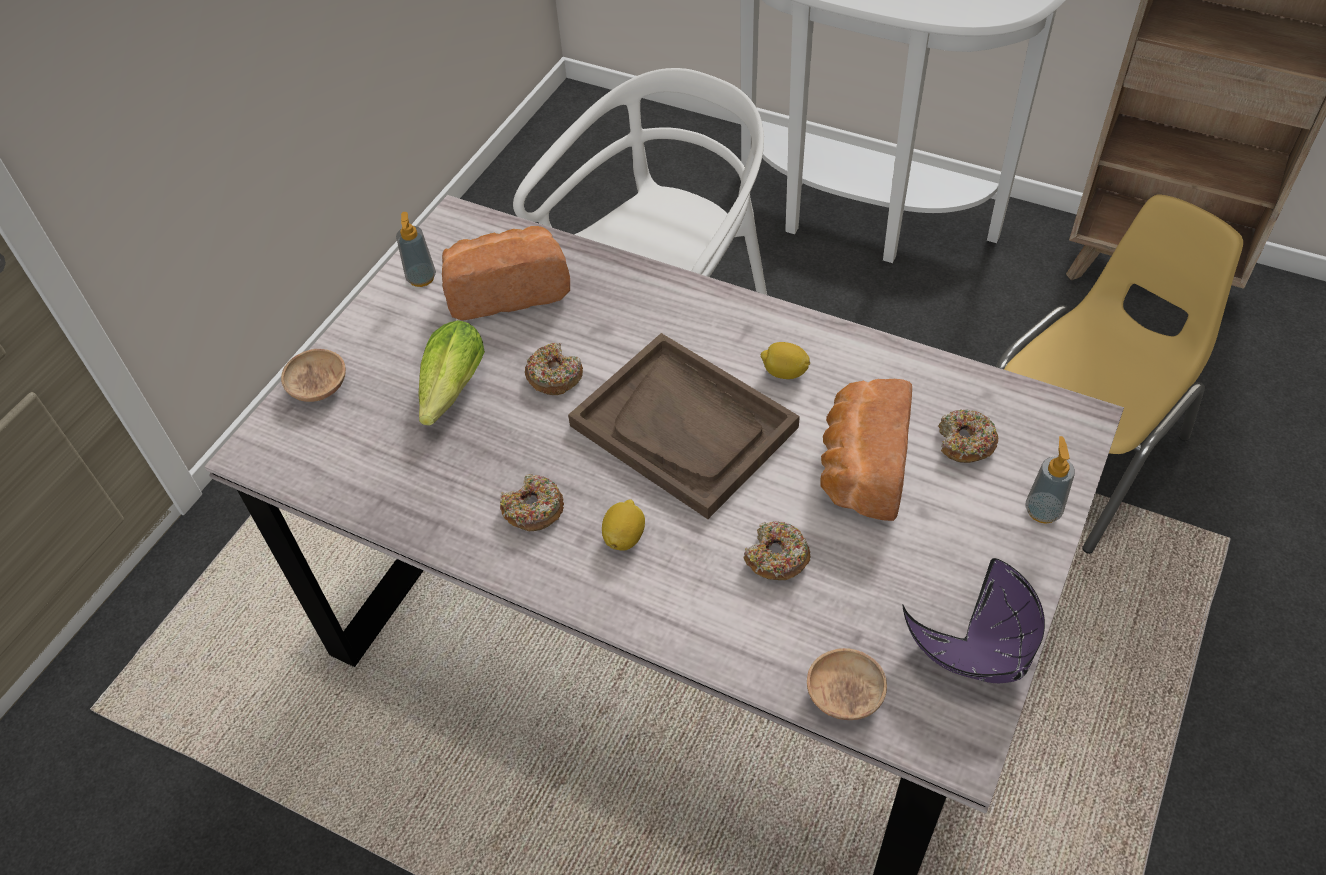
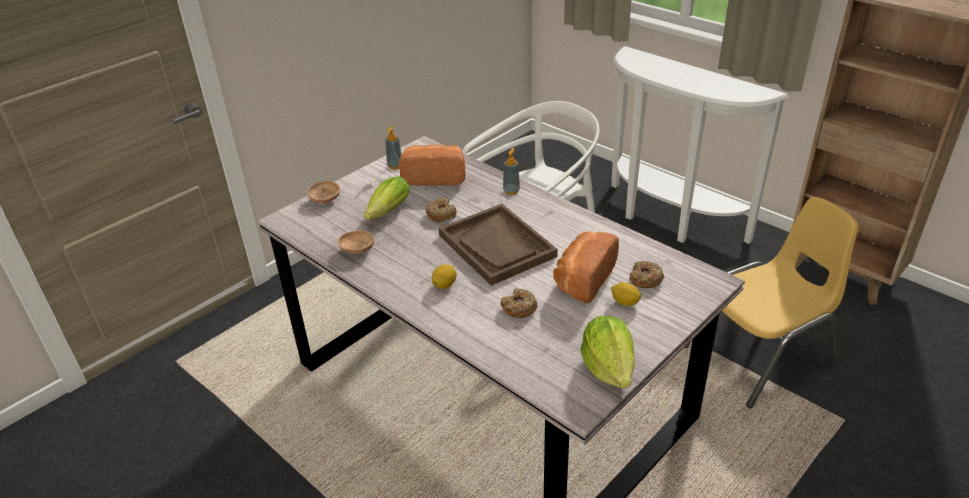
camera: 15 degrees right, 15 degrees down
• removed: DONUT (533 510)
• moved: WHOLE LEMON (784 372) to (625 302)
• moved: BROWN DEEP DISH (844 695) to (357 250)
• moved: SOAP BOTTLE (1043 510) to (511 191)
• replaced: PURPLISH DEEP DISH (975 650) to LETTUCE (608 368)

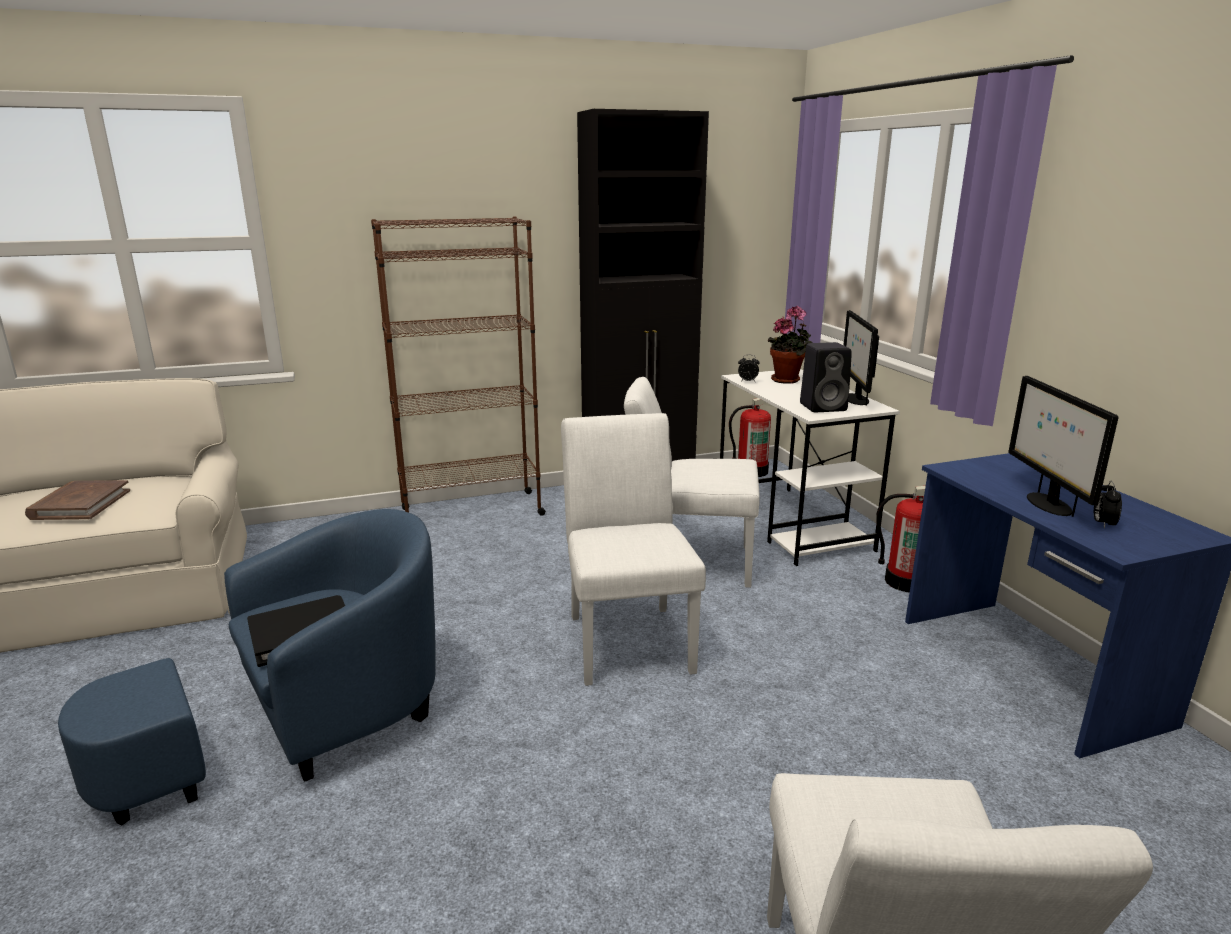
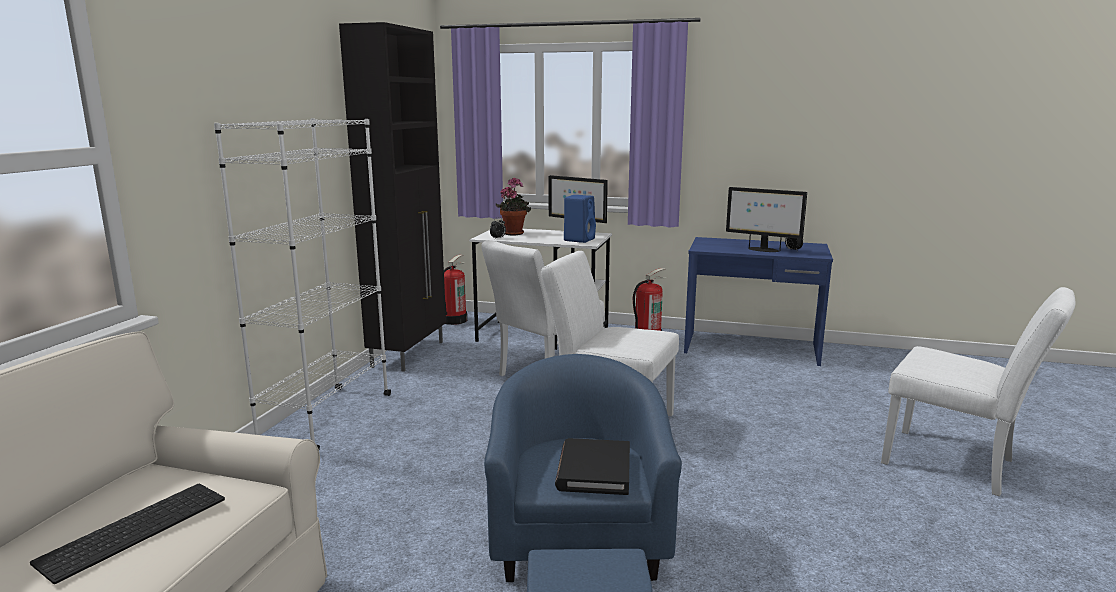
camera: 55 degrees left, 5 degrees down
• replaced: BROWN BOOK (80 504) to KEYBOARD (135 528)
• recoloured: BROWN SHELVING UNIT (471 512) to WHITE SHELVING UNIT (327 418)
• recoloured: BLACKISH AUDIO SPEAKER (824 407) to BLUE-COLOURED AUDIO SPEAKER (579 239)

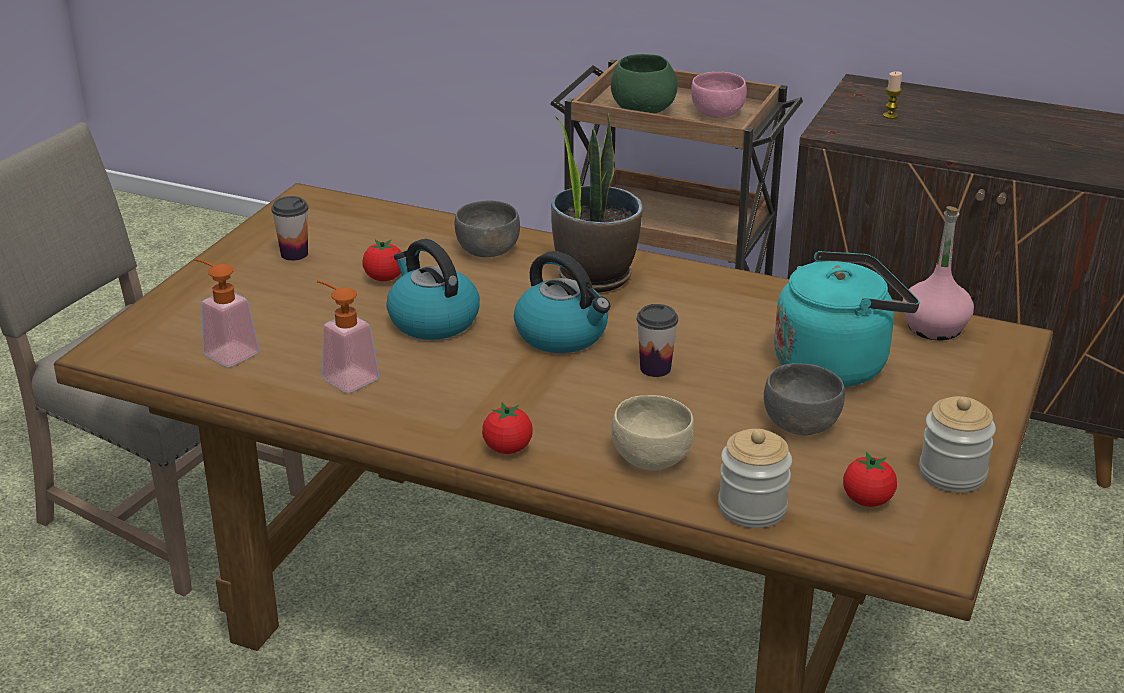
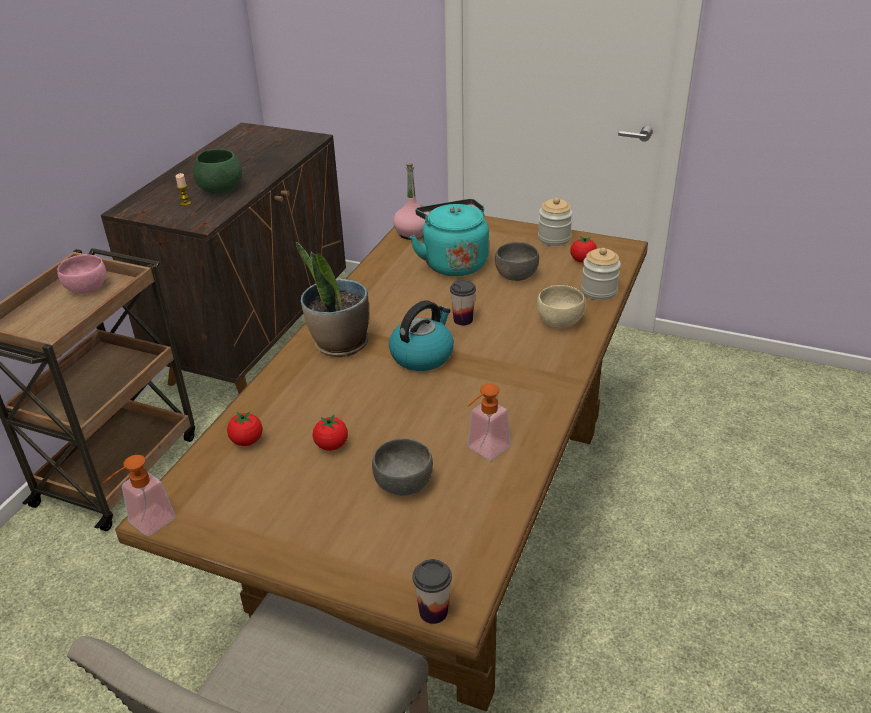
camera: 90 degrees left, 5 degrees up
• removed: TEA KETTLE (432 320)
• moved: SOAP BOTTLE (225 351) to (145 525)
• moved: DRINKING CUP (294 254) to (433 611)
• moved: GREYISH DEEP DISH (488 250) to (404 483)
• moved: TOMATO (507 449) to (247 441)
• moved: GREEN DEEP DISH (642 110) to (220 189)

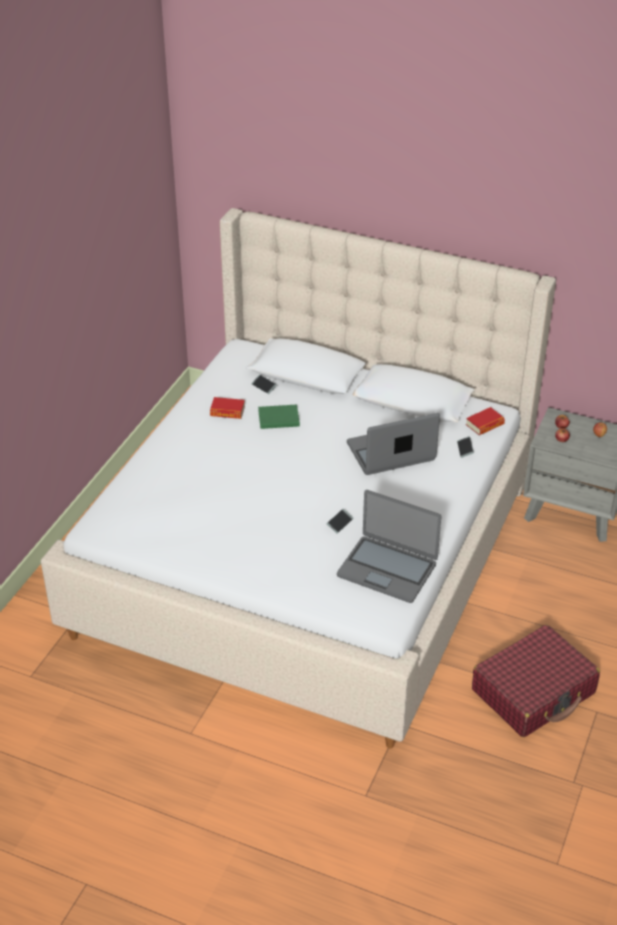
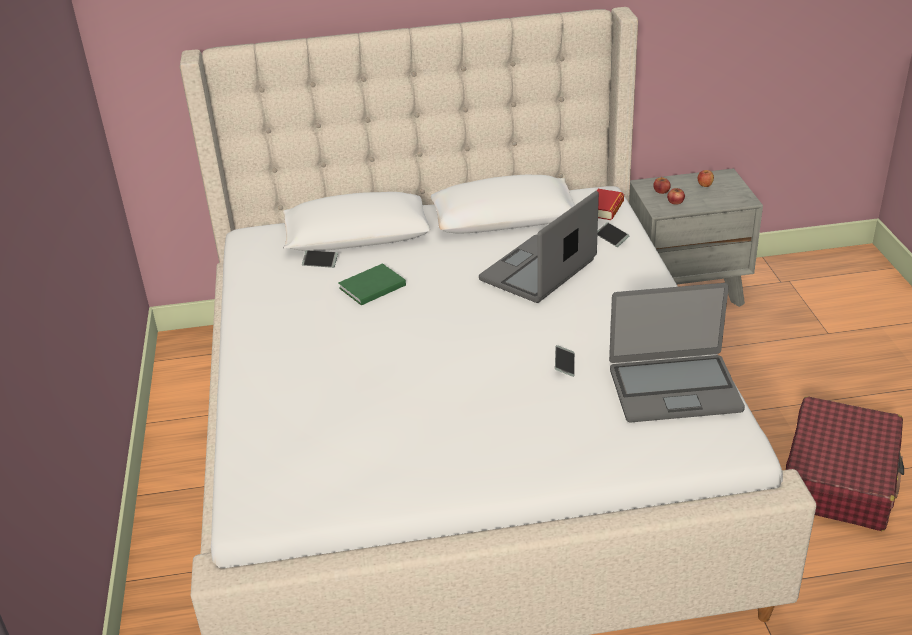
camera: 30 degrees left, 5 degrees down
• removed: BOOK (227 411)

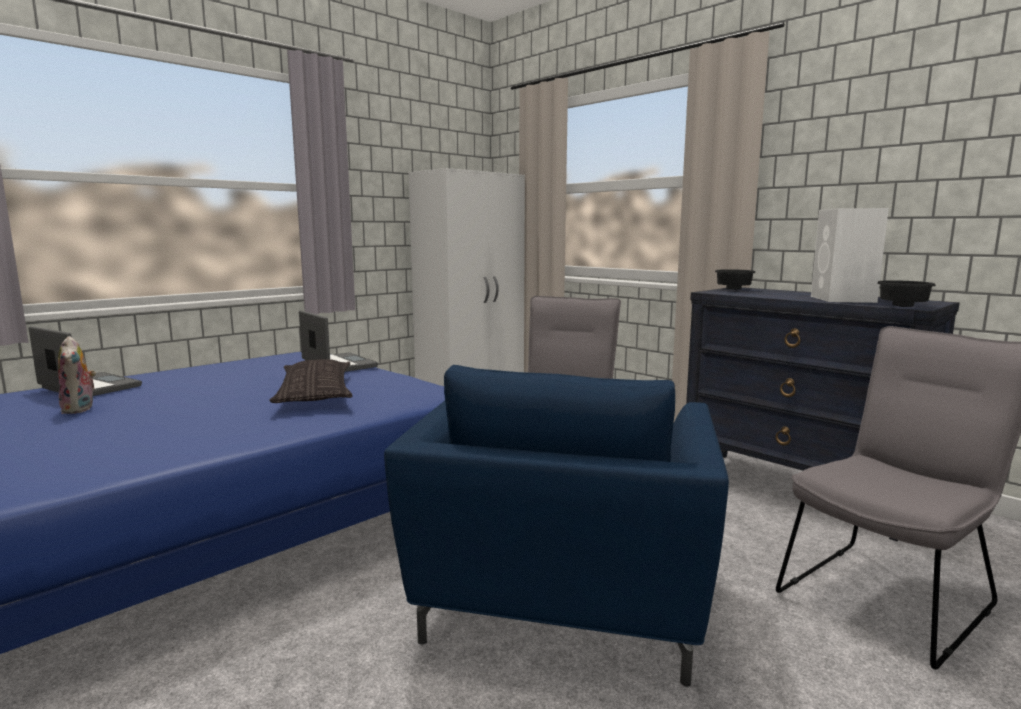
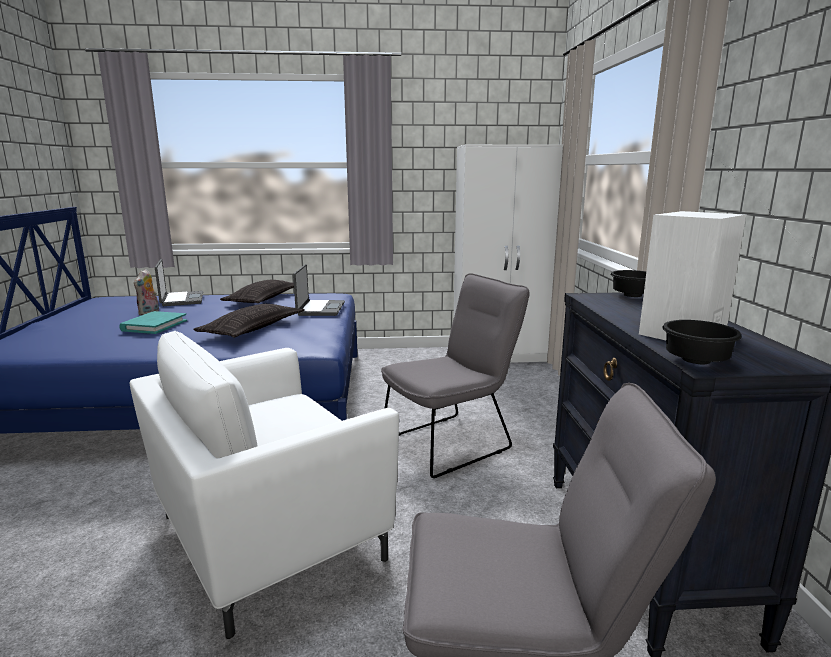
camera: 40 degrees right, 5 degrees up
• added: TURQUOISE-COLOURED BOOK (154 325)
• added: PILLOW (263 298)
• recoloured: BLUE-COLOURED LOUNGE CHAIR (559 605) to WHITE LOUNGE CHAIR (265 537)

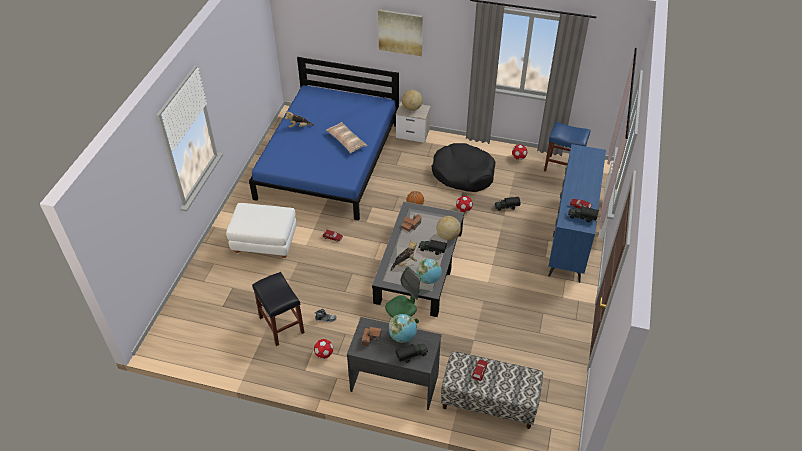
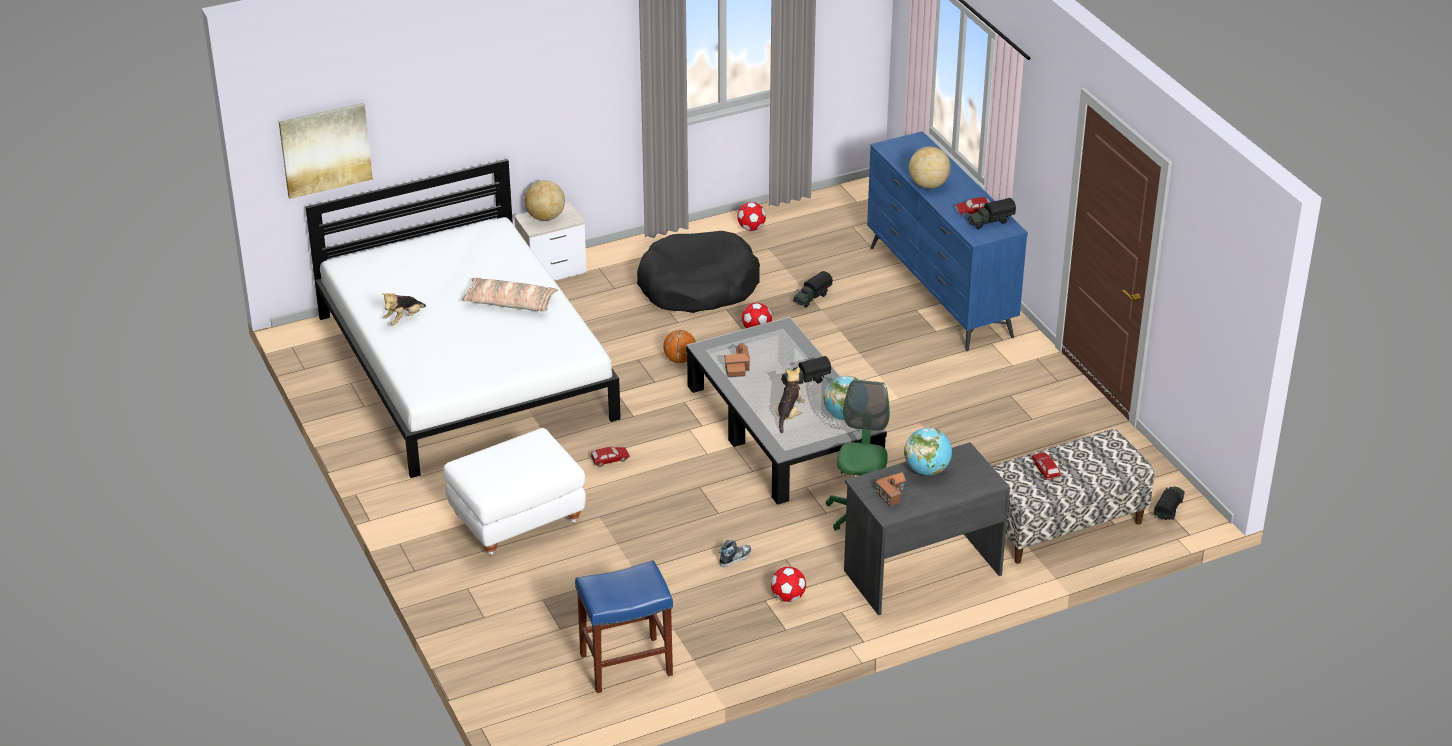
camera: 40 degrees left, 10 degrees down
• removed: BLACKISH STOOL (282 325)
• moved: WALL ART (400 32) to (325 149)
• moved: MODEL TRUCK (412 355) to (1169 509)
• moved: GLOBE (448 236) to (928 185)
• moved: BLUE-COLOURED STOOL (562 167) to (625 665)
• recoloured: BLUE-COLOURED BEDROOM BED (330 160) to WHITE BEDROOM BED (466 366)

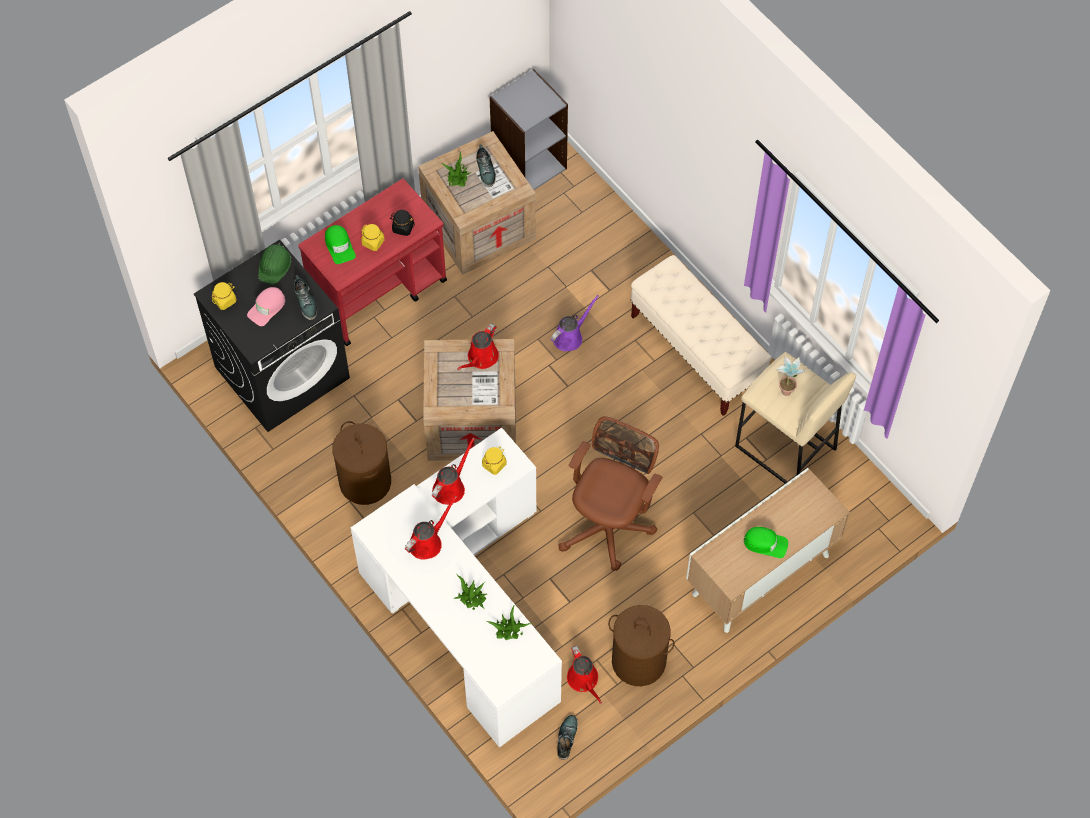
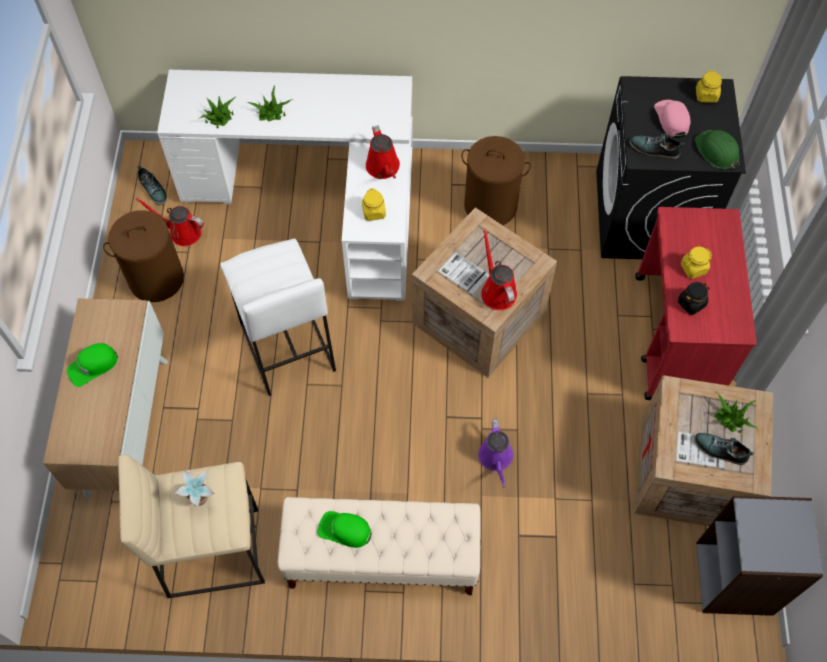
camera: 130 degrees right, 0 degrees up
• removed: REDDISH WATERING POT (428 542)
• moved: GREEN BASEBALL CAP (339 246) to (344 530)
• replaced: BROWN OFFICE CHAIR (609 524) to WHITE STOOL (286 347)

